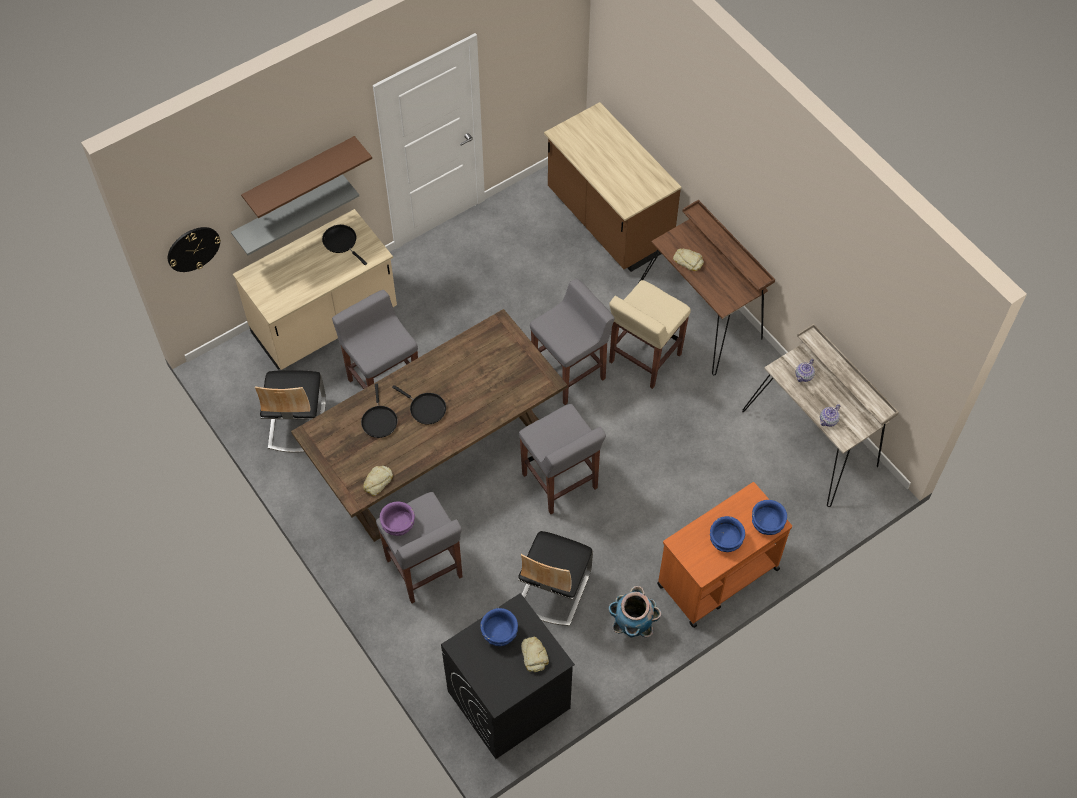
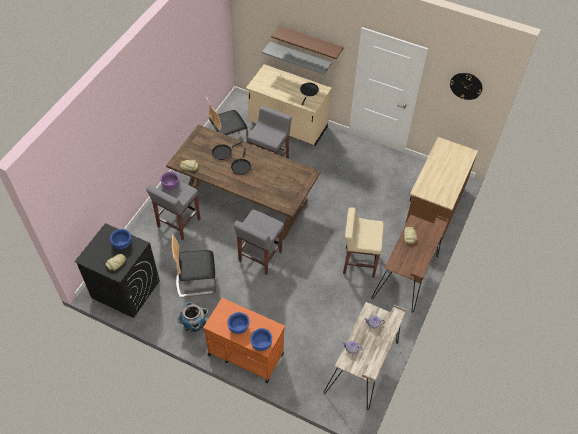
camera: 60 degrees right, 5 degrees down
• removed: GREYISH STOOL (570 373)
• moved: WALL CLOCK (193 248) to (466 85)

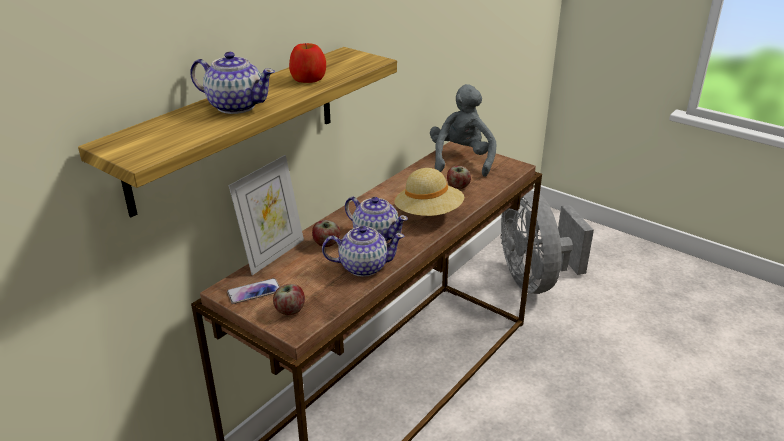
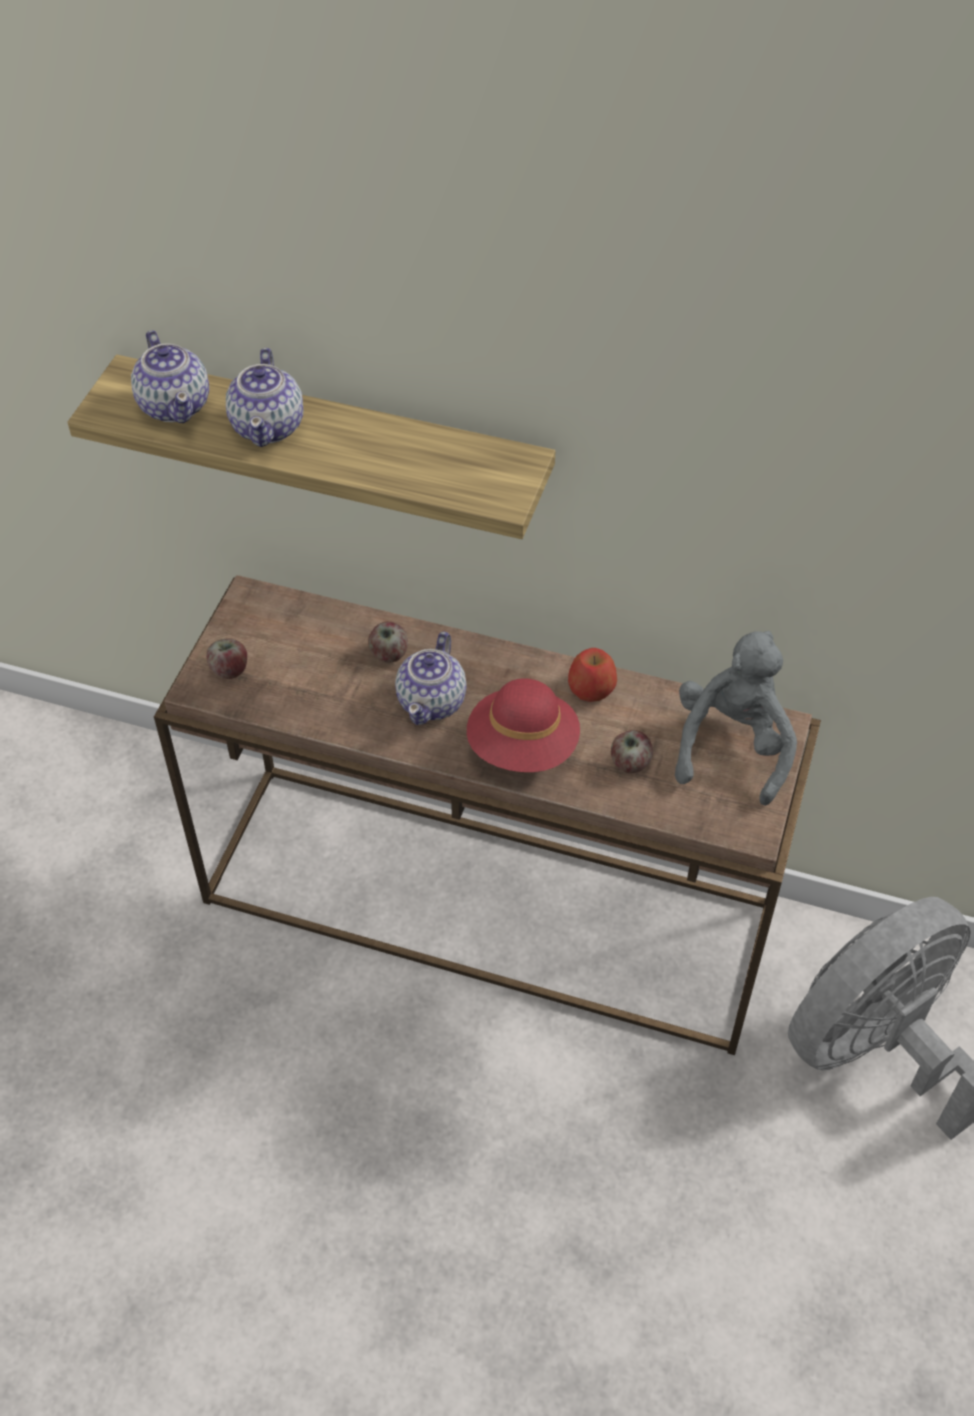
camera: 70 degrees right, 20 degrees up
• removed: HANDSET (254 292)
• removed: PHOTO FRAME (273 254)
• moved: APPLE (308 78) to (591 688)
• moved: TEAPOT (363 266) to (175 405)
• recoloured: BEIGE-COLOURED CLOTHING HAT (428 214) to REDDISH CLOTHING HAT (523 747)
• turned: GREYISH PLUSH TOY (461 160) = (732 746) 60 degrees counterclockwise

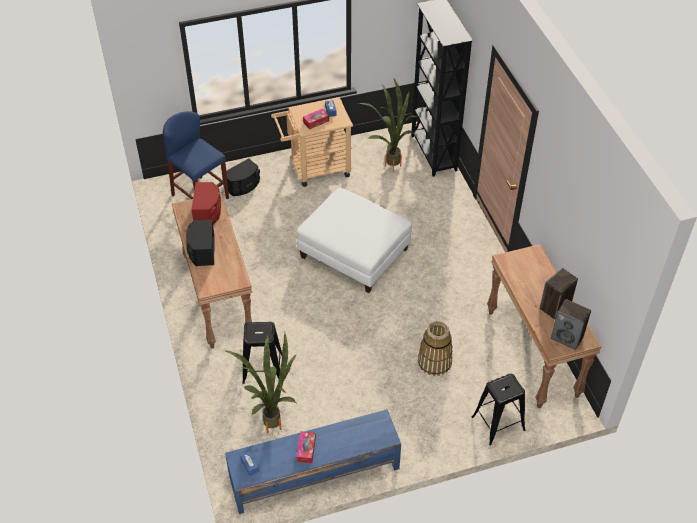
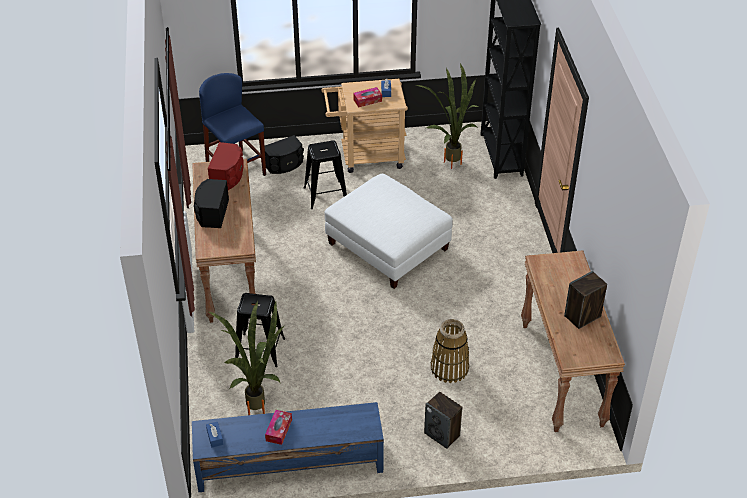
camera: 10 degrees right, 5 degrees down
• moved: BLACKISH STOOL (498 423) to (326 195)
• moved: AUDIO SPEAKER (567 337) to (442 434)

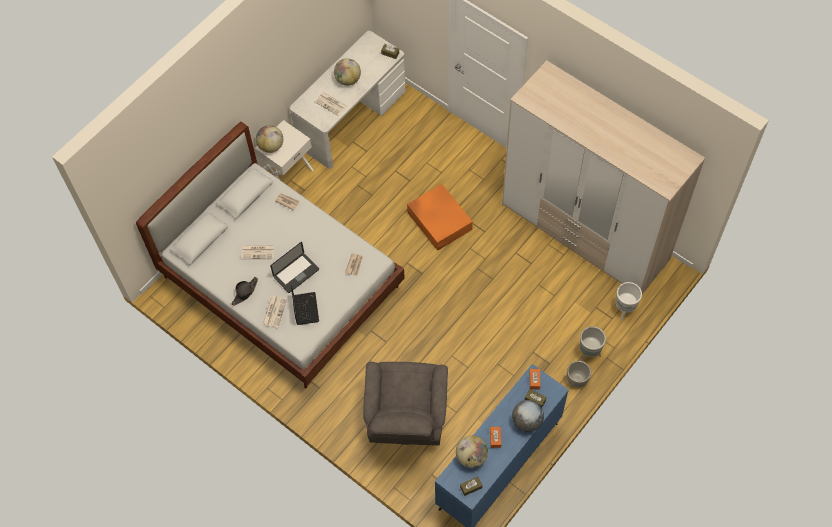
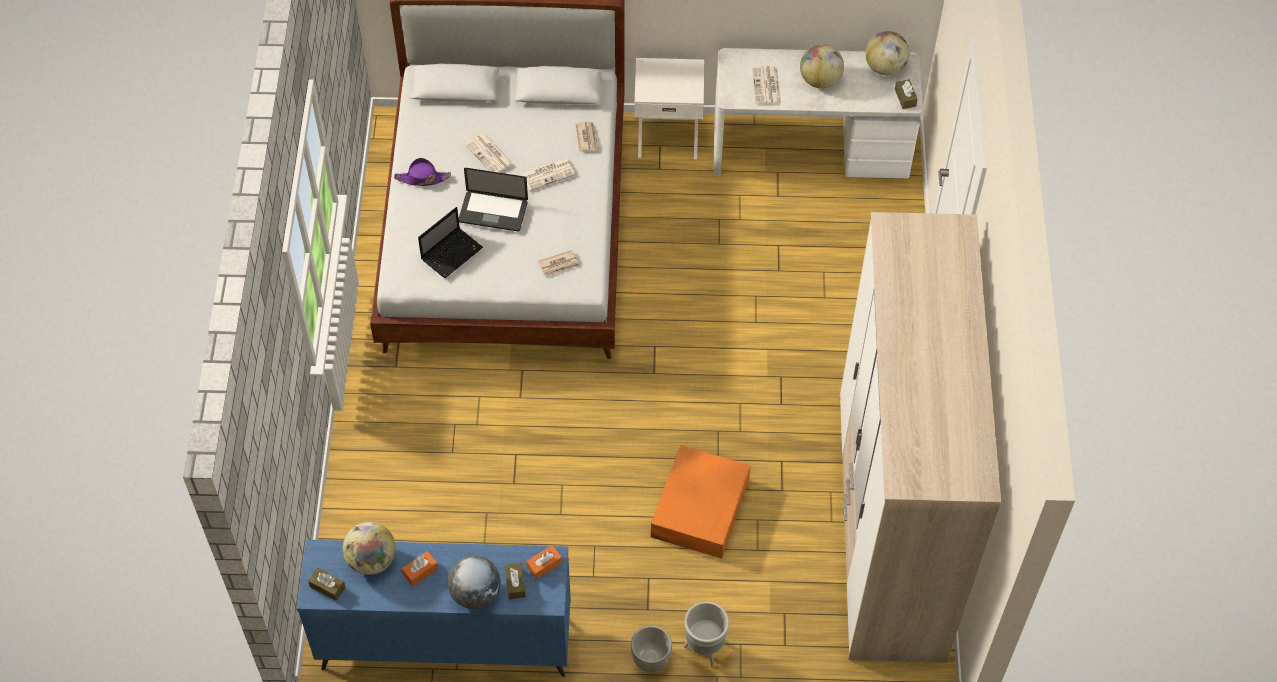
camera: 50 degrees right, 5 degrees down
• removed: GREYISH LOUNGE CHAIR (406 420)
• removed: WHITE PLANT POT (624 310)
• moved: GLOBE (271 146) to (885 67)
• moved: DAILY PAPER (274 311) to (548 174)
• moved: ORANGE-COLOURED STORAGE BIN (439 220) to (701 506)
• recoloured: BLACKISH CLOTHING HAT (245 292) to PURPLISH CLOTHING HAT (422 178)

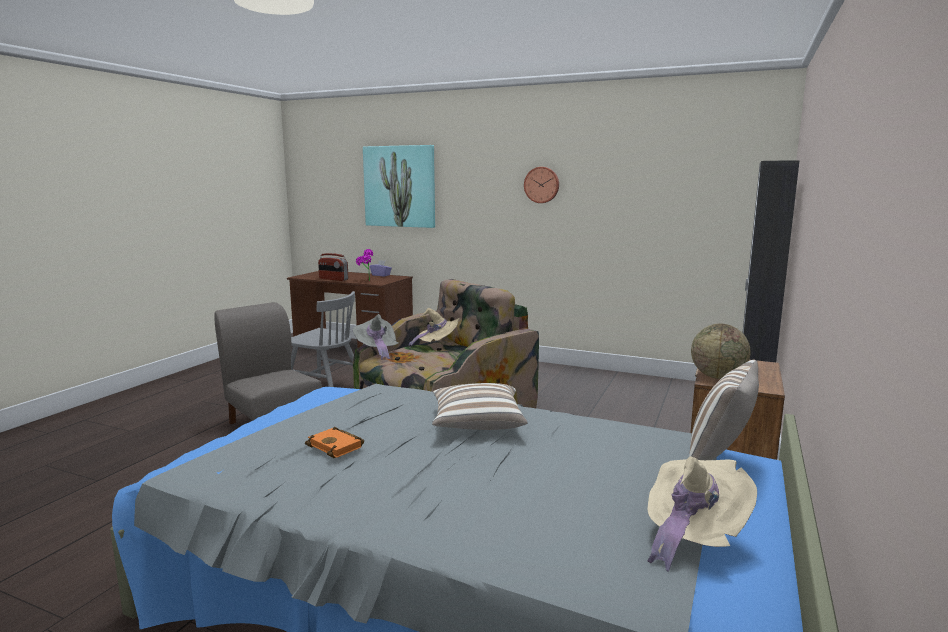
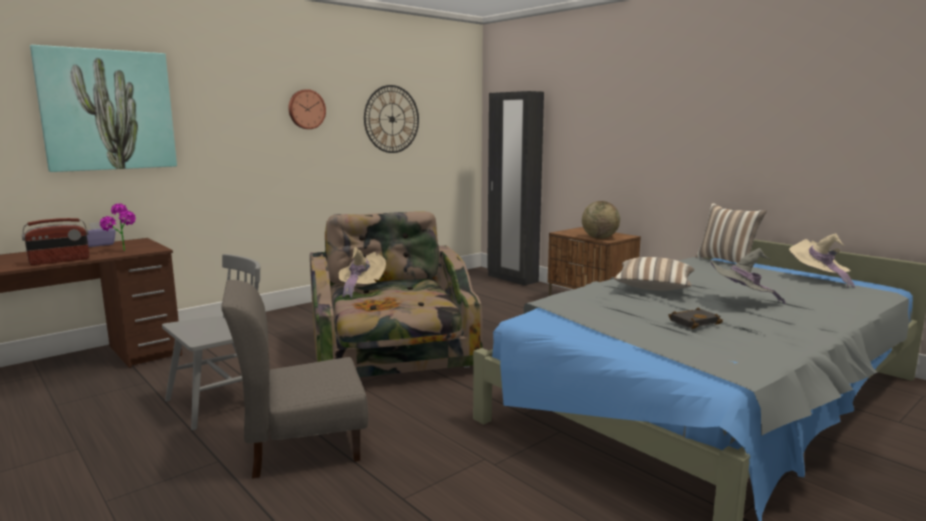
camera: 65 degrees left, 0 degrees up
• added: WALL CLOCK (392 119)
• moved: GREYISH CLOTHING HAT (377 351) to (741 302)
• recoloured: ORANGE-COLOURED BOOK (337 446) to BLACKISH BOOK (694 321)

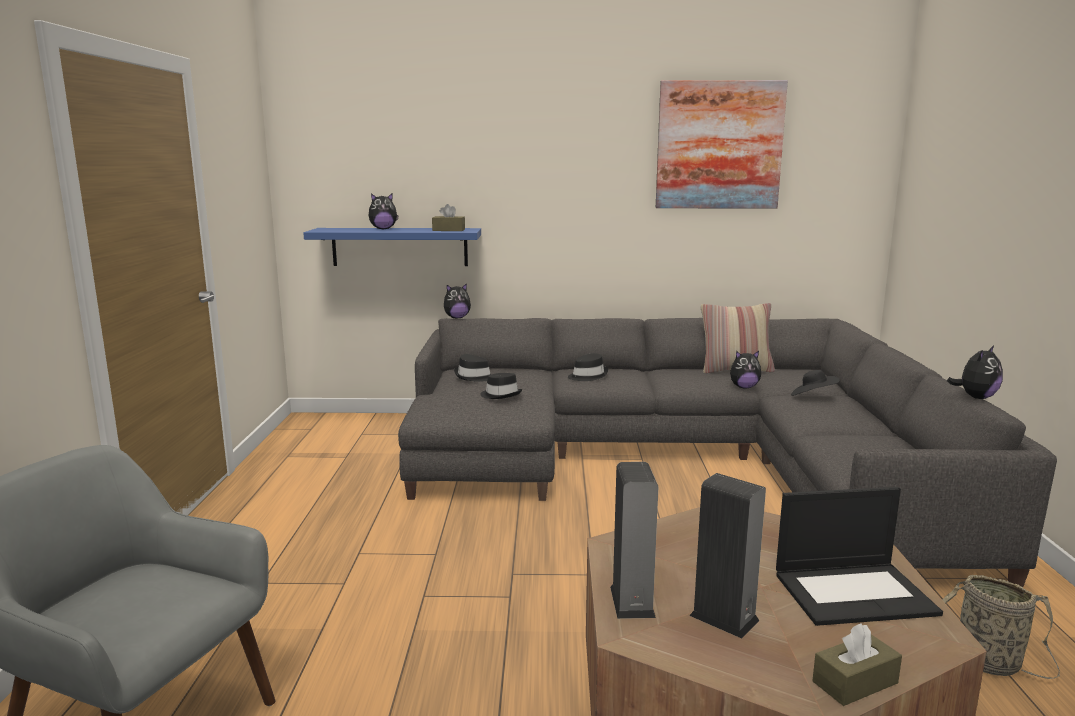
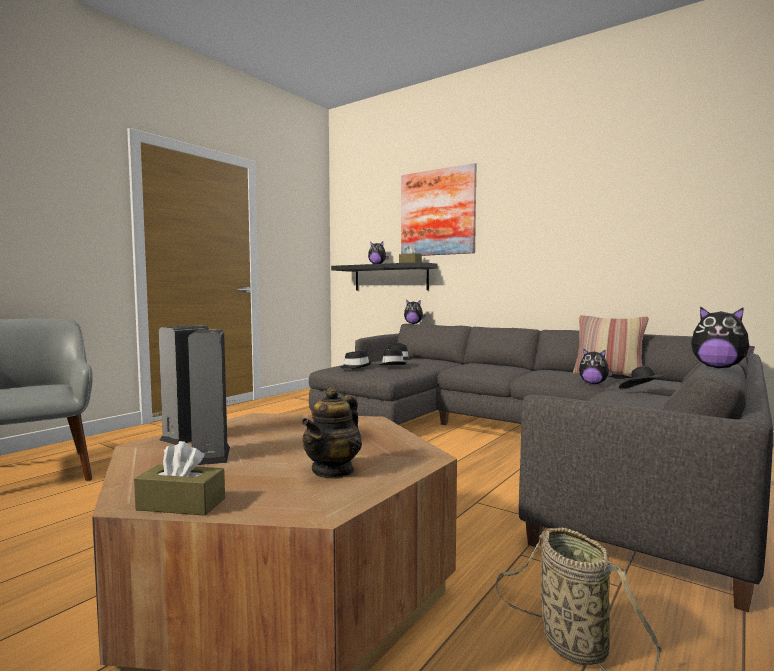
camera: 35 degrees right, 10 degrees down
• moved: BLACKISH CLOTHING HAT (587 376) to (356 366)
• moved: WALL ART (719 145) to (437 212)
• replaced: PORTABLE COMPUTER (855 592) to TEAPOT (333 471)
• recoloured: BLUE-COLOURED WALL SHELF (399 247) to BLACKISH WALL SHELF (390 277)
• turned: PLUSH TOY (975 397) = (718 367) 45 degrees clockwise

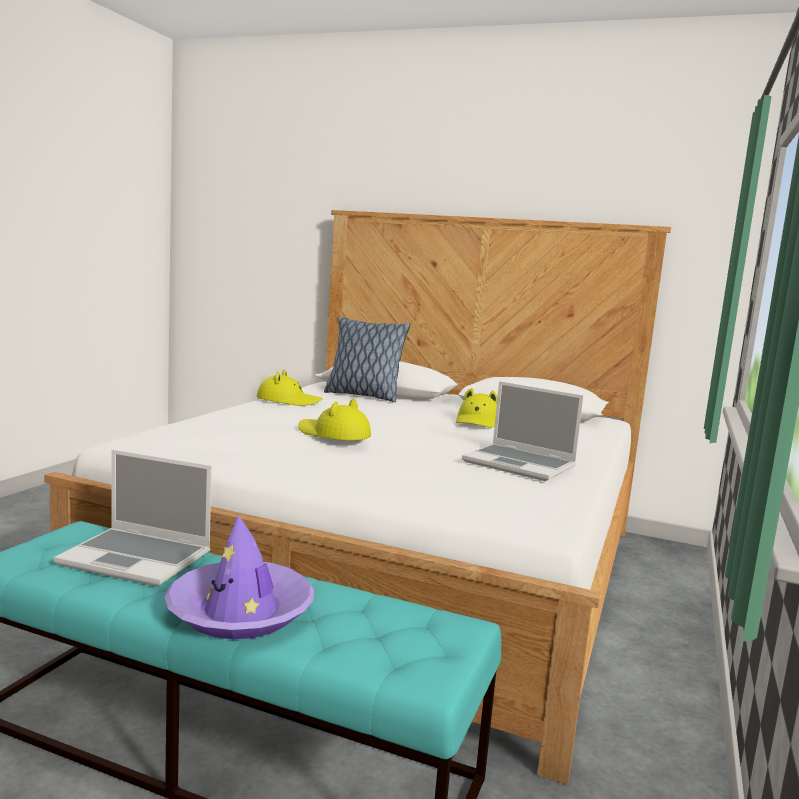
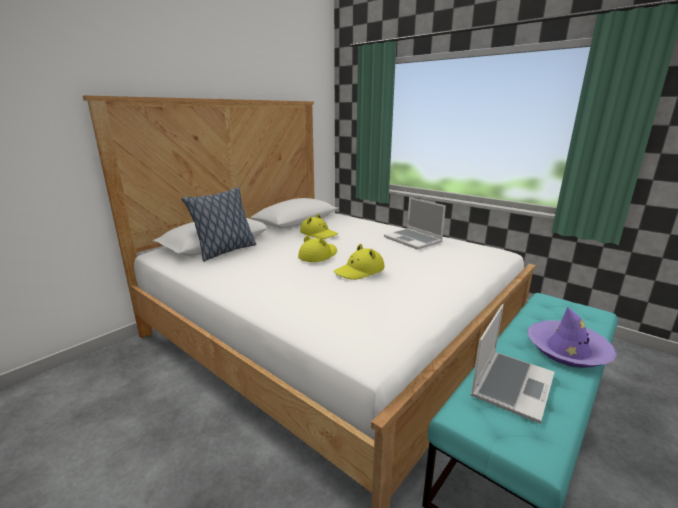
camera: 70 degrees left, 10 degrees up
• moved: YELLOW-COLOURED CLOTHING HAT (288 401) to (318 255)
• turned: PORTABLE COMPUTER (520 464) = (413 240) 90 degrees clockwise

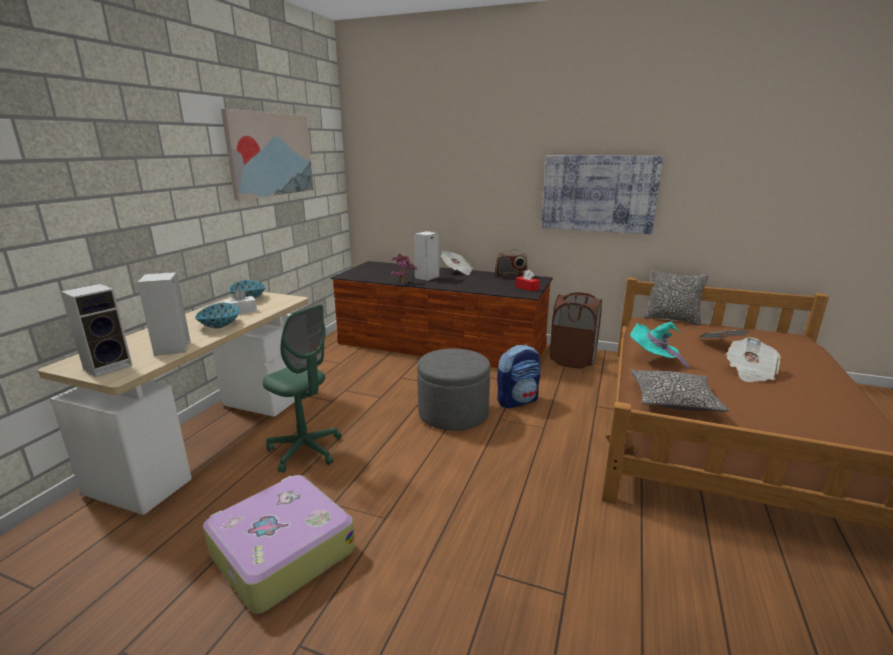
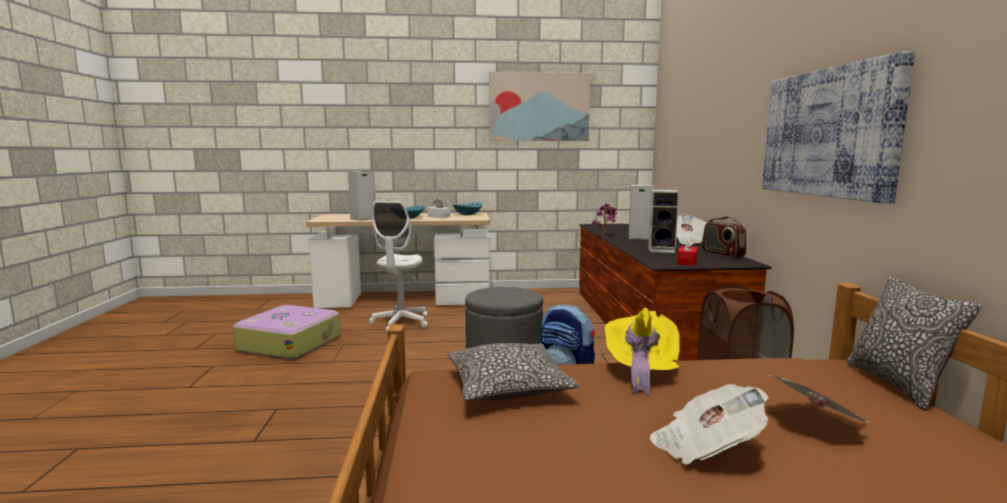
camera: 65 degrees right, 10 degrees down
• moved: AUDIO SPEAKER (109 366) to (662 250)
• recoloured: GREEN OFFICE CHAIR (305 450) to WHITE OFFICE CHAIR (401 323)
• recoloured: TURQUOISE-COLOURED CLOTHING HAT (654 360) to YELLOW-COLOURED CLOTHING HAT (640 372)

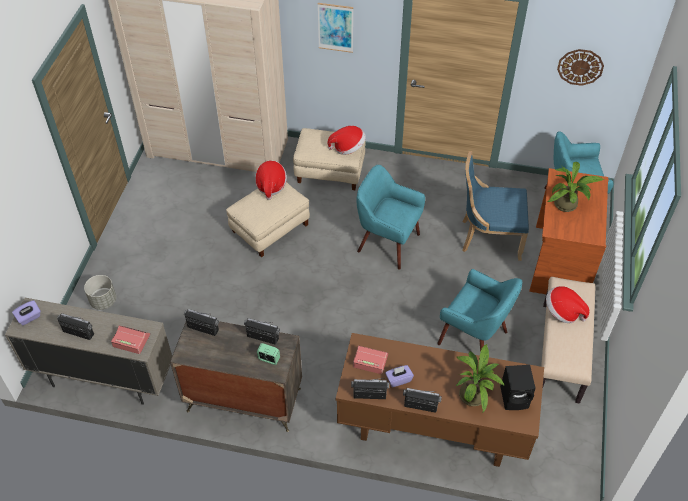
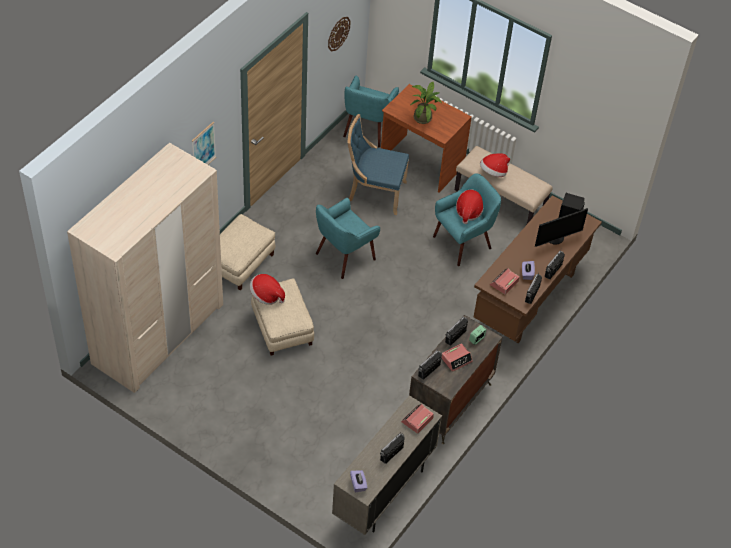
camera: 70 degrees left, 0 degrees up
• removed: GREYISH PLANT POT (103 301)
• added: TABLE CLOCK (456 359)
• moved: CLOTHING HAT (348 147) to (468 211)
• replaced: PLANT IN A POT (474 392) to COMPUTER DISPLAY (555 238)
• turned: BLUE-COLOURED UPRIGHT CHAIR (488 237) = (374 192) 75 degrees clockwise

